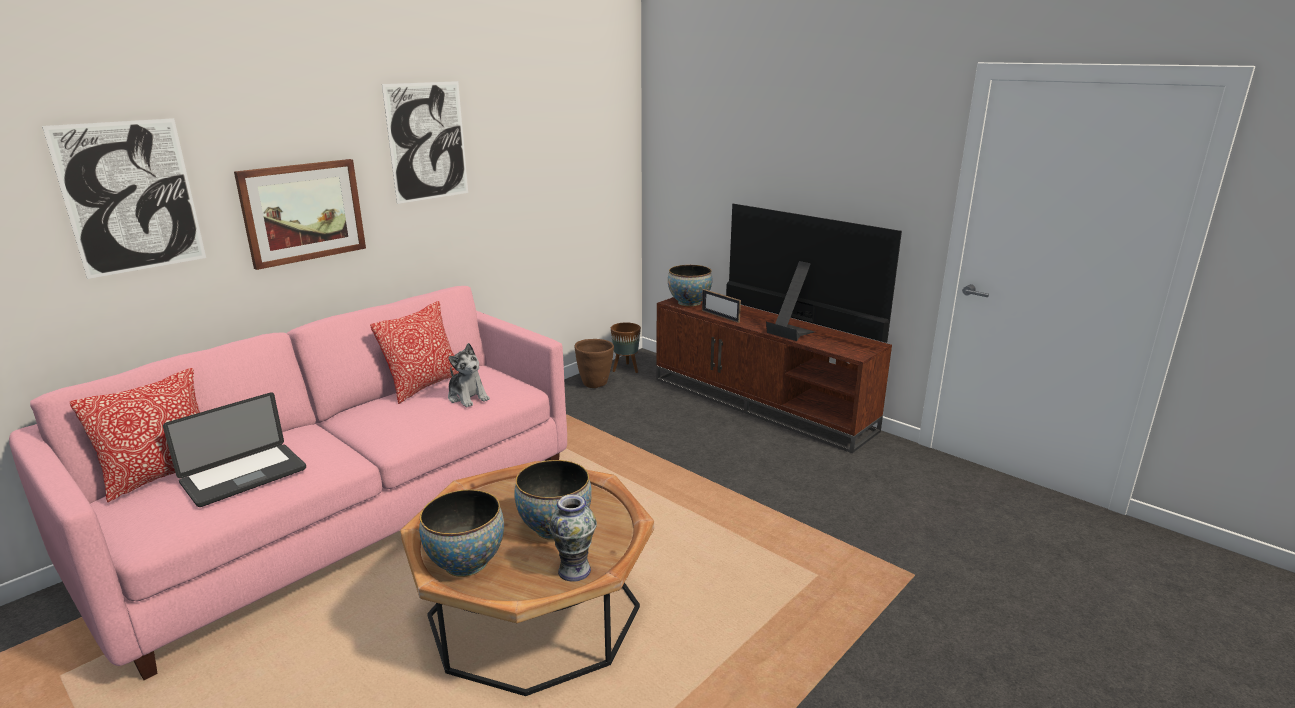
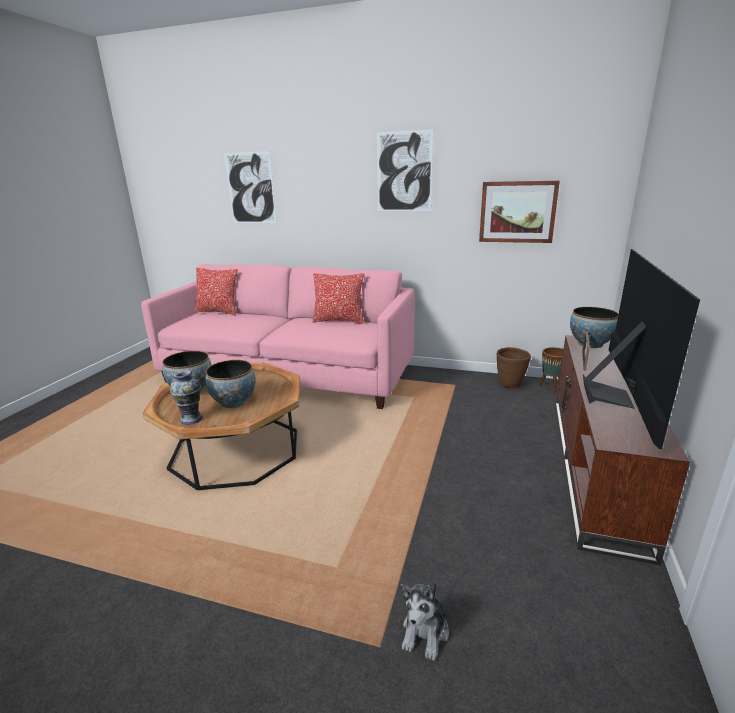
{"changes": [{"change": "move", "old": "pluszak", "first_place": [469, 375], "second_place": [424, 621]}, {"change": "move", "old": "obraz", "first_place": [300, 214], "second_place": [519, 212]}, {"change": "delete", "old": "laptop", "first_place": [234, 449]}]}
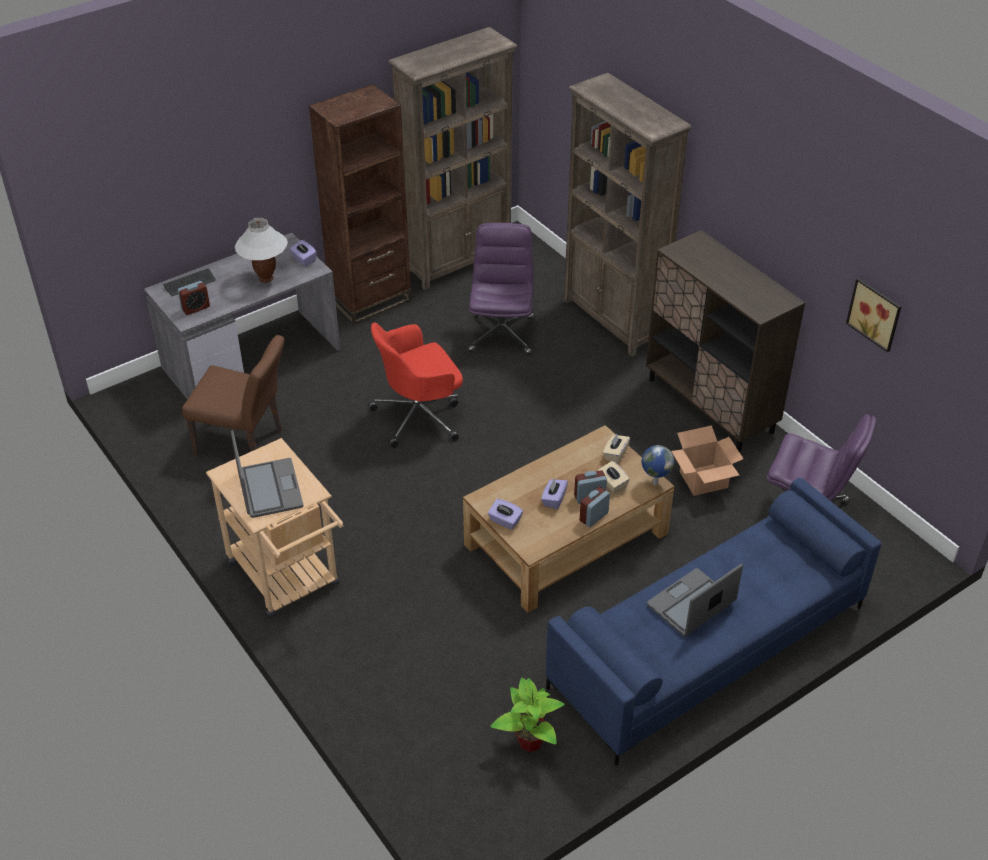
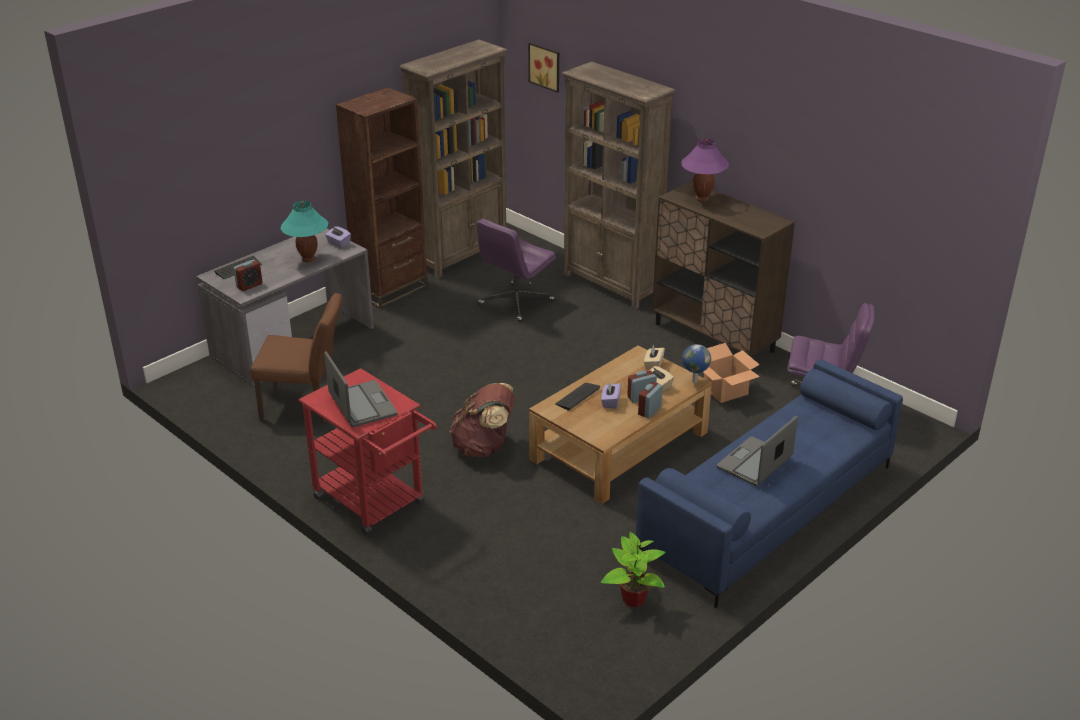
{"changes": [{"change": "recolor", "old": "lampa stołowa (biały)", "new": "lampa stołowa (turkusowy)", "first_place": [261, 250], "second_place": [304, 232]}, {"change": "recolor", "old": "wózek (beżowy)", "new": "wózek (czerwony)", "first_place": [274, 528], "second_place": [367, 451]}, {"change": "insert", "new": "plecak (brązowy)", "second_place": [482, 420]}, {"change": "rotate", "old": "krzesło biurowe (fioletowy)", "first_place": [501, 289], "second_place": [516, 270], "degrees": -135}, {"change": "move", "old": "obraz", "first_place": [874, 315], "second_place": [543, 67]}, {"change": "insert", "new": "klawiatura", "second_place": [577, 396]}, {"change": "insert", "new": "lampa stołowa (fioletowy)", "second_place": [705, 170]}, {"change": "delete", "old": "krzesło biurowe (czerwony)", "first_place": [415, 385]}, {"change": "delete", "old": "pudełko chusteczek (fioletowy)", "first_place": [505, 514]}]}
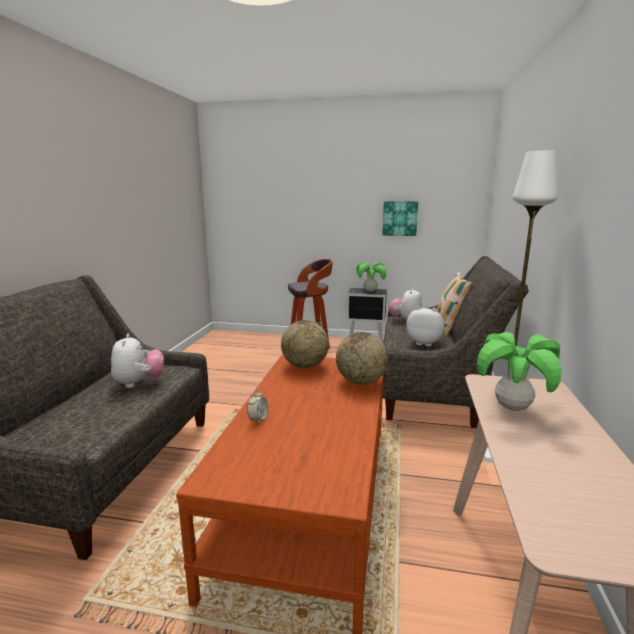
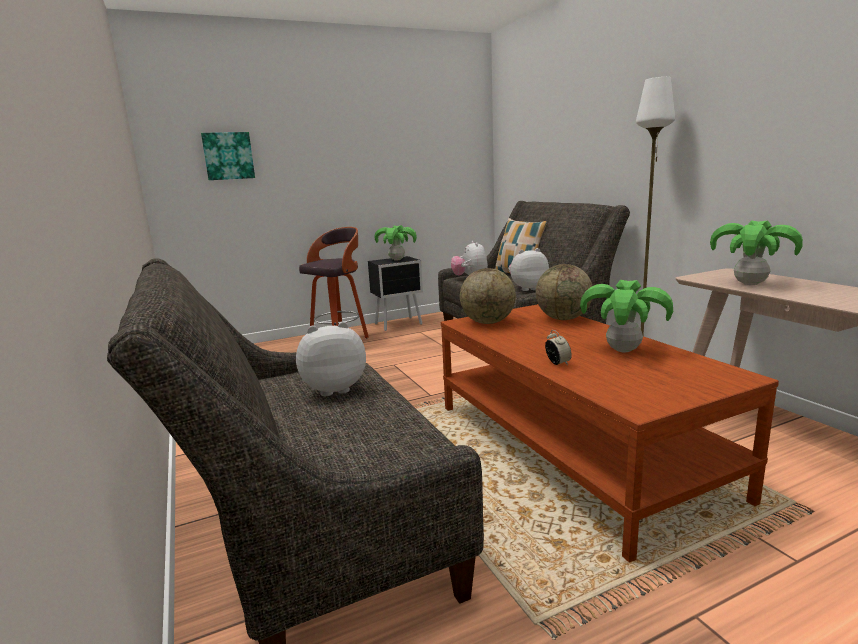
{"changes": [{"change": "move", "old": "obraz", "first_place": [400, 218], "second_place": [228, 156]}, {"change": "rotate", "old": "pluszak", "first_place": [137, 361], "second_place": [331, 359], "degrees": -60}, {"change": "insert", "new": "roślina doniczkowa", "second_place": [626, 316]}]}
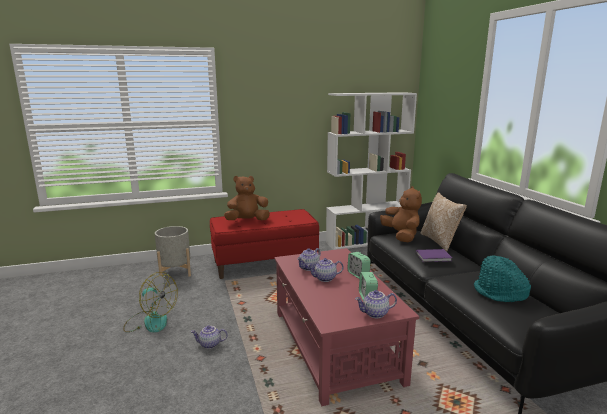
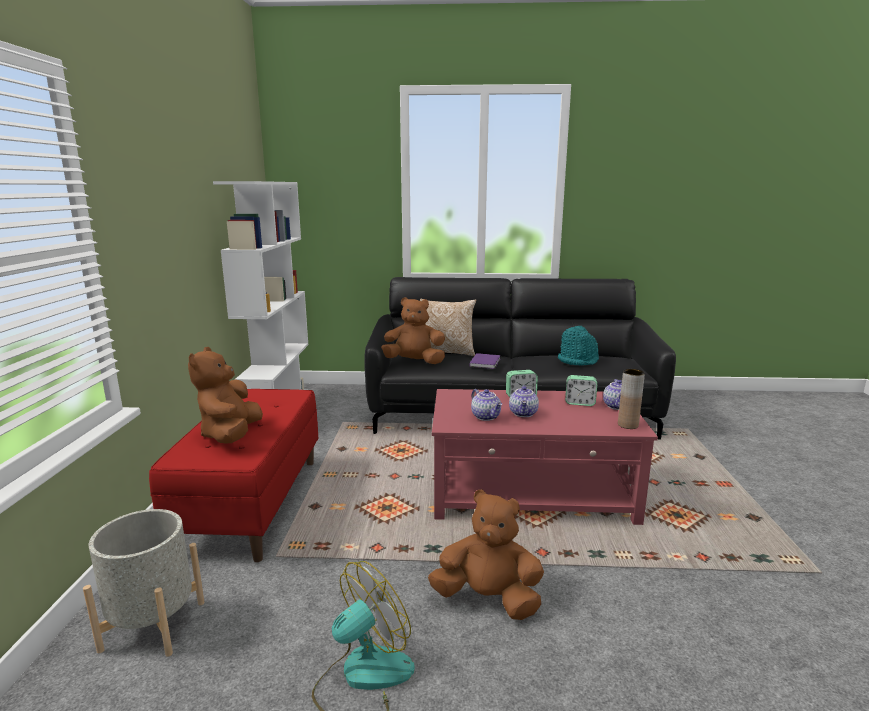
{"changes": [{"change": "replace", "old": "imbryk", "new": "pluszak (brązowy)", "first_place": [209, 337], "second_place": [486, 554]}, {"change": "insert", "new": "wazon (brązowy)", "second_place": [631, 399]}]}
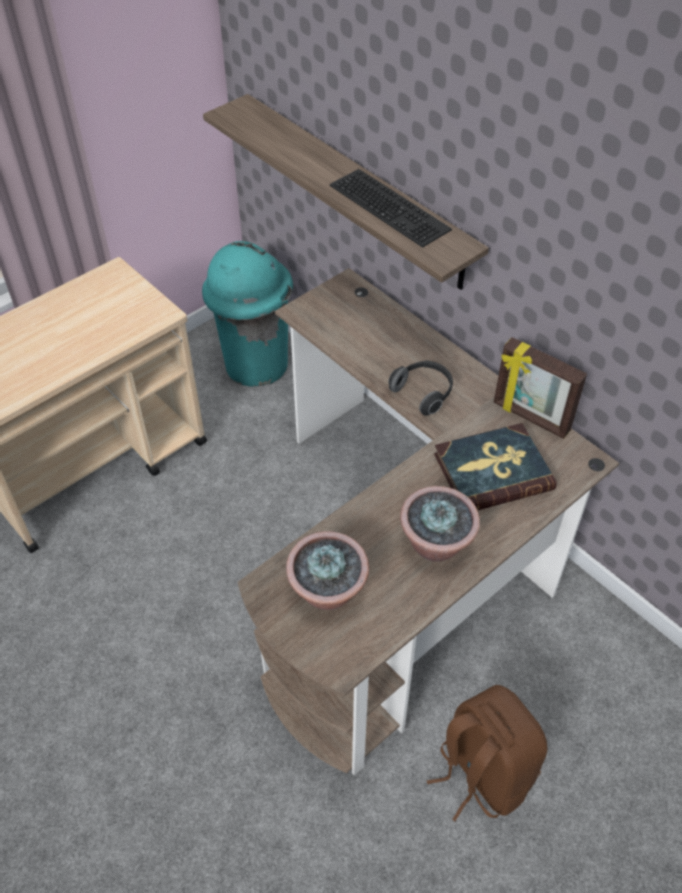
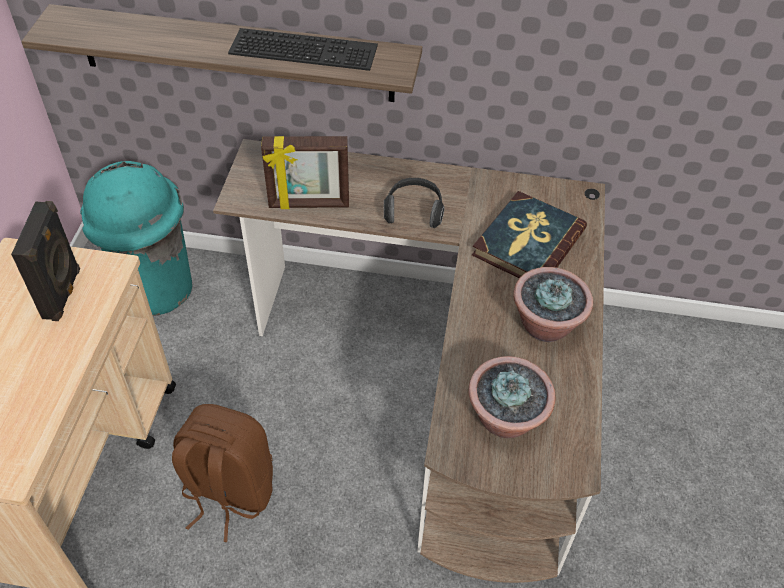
{"changes": [{"change": "insert", "new": "głośnik (czarny)", "second_place": [45, 261]}, {"change": "move", "old": "plecak (brązowy)", "first_place": [487, 753], "second_place": [222, 473]}, {"change": "move", "old": "ramka na zdjęcie", "first_place": [540, 388], "second_place": [305, 172]}]}
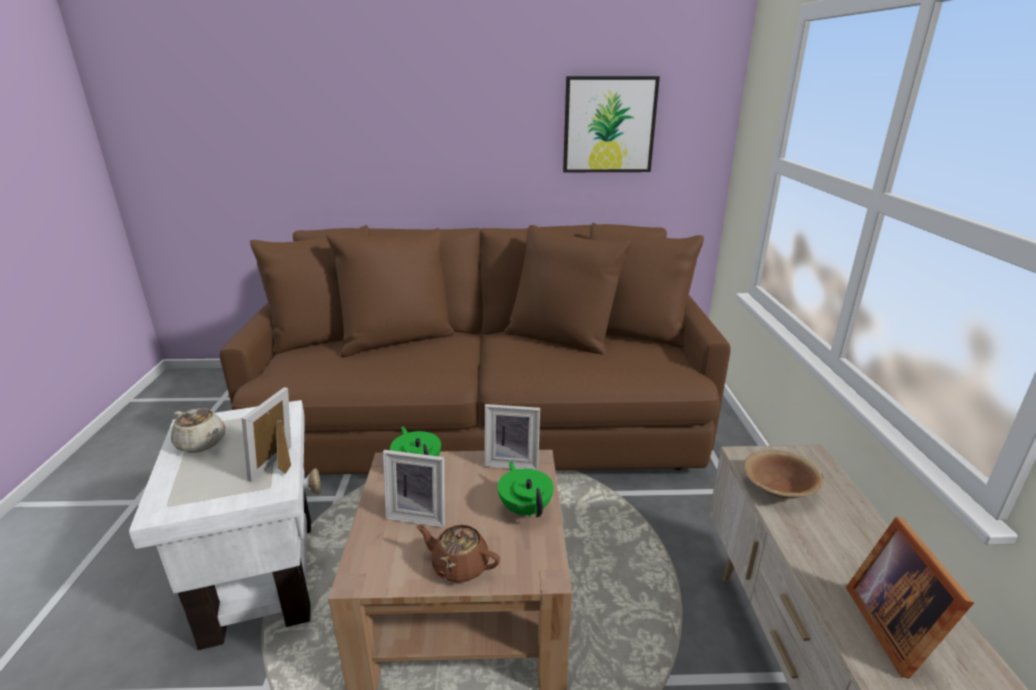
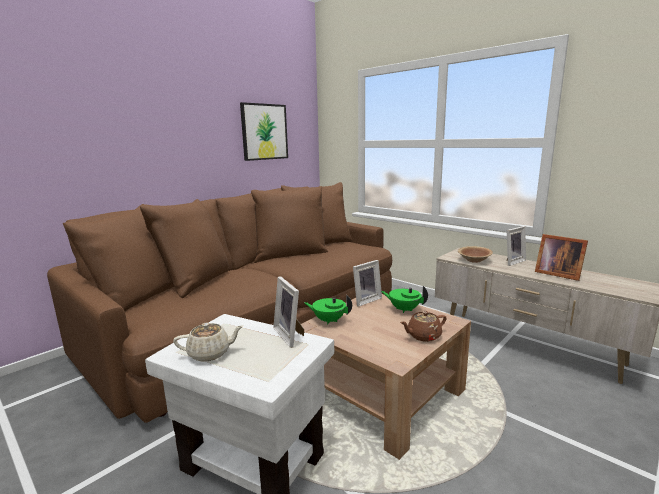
{"changes": [{"change": "move", "old": "ramka na zdjęcie", "first_place": [414, 488], "second_place": [516, 246]}]}
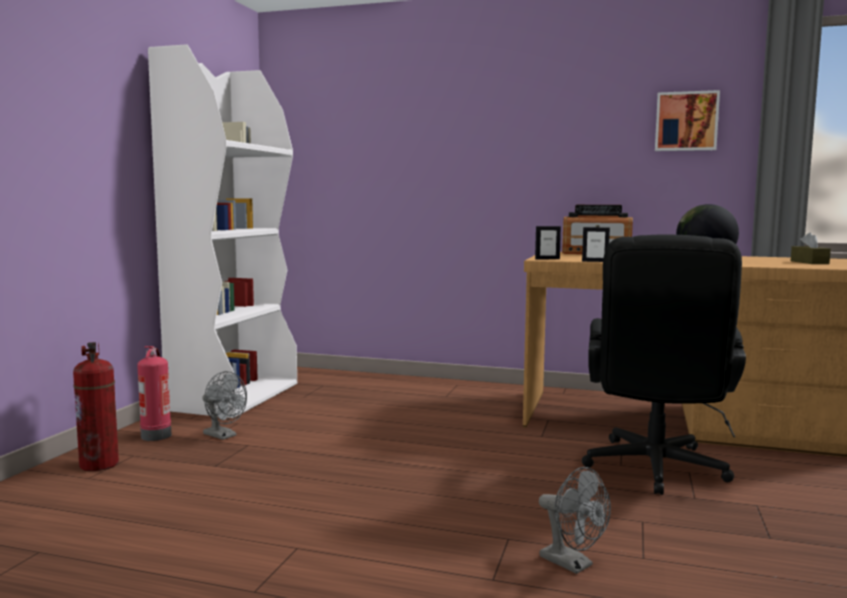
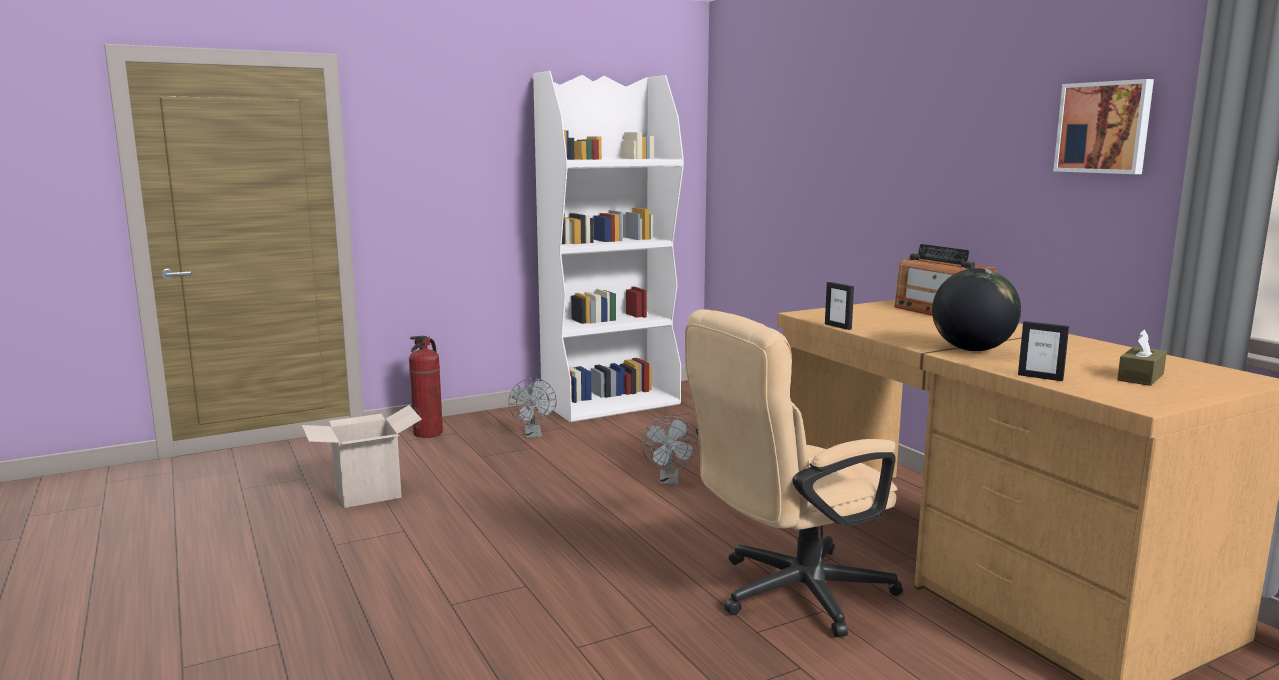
{"changes": [{"change": "insert", "new": "karton", "second_place": [362, 456]}, {"change": "move", "old": "wentylator (szary)", "first_place": [575, 520], "second_place": [669, 450]}, {"change": "recolor", "old": "krzesło biurowe (czarny)", "new": "krzesło biurowe (beżowy)", "first_place": [664, 365], "second_place": [794, 473]}, {"change": "move", "old": "ramka na zdjęcie", "first_place": [548, 243], "second_place": [1043, 351]}, {"change": "delete", "old": "gaśnica", "first_place": [154, 393]}]}
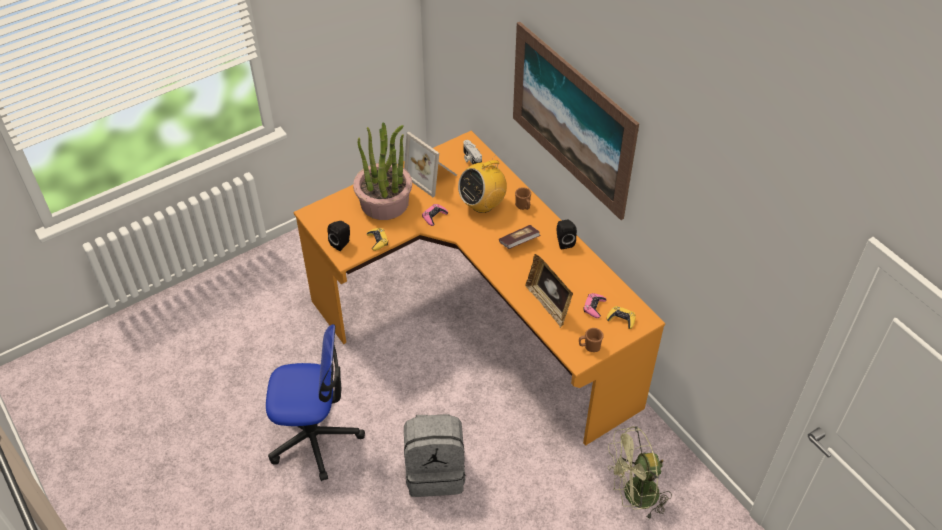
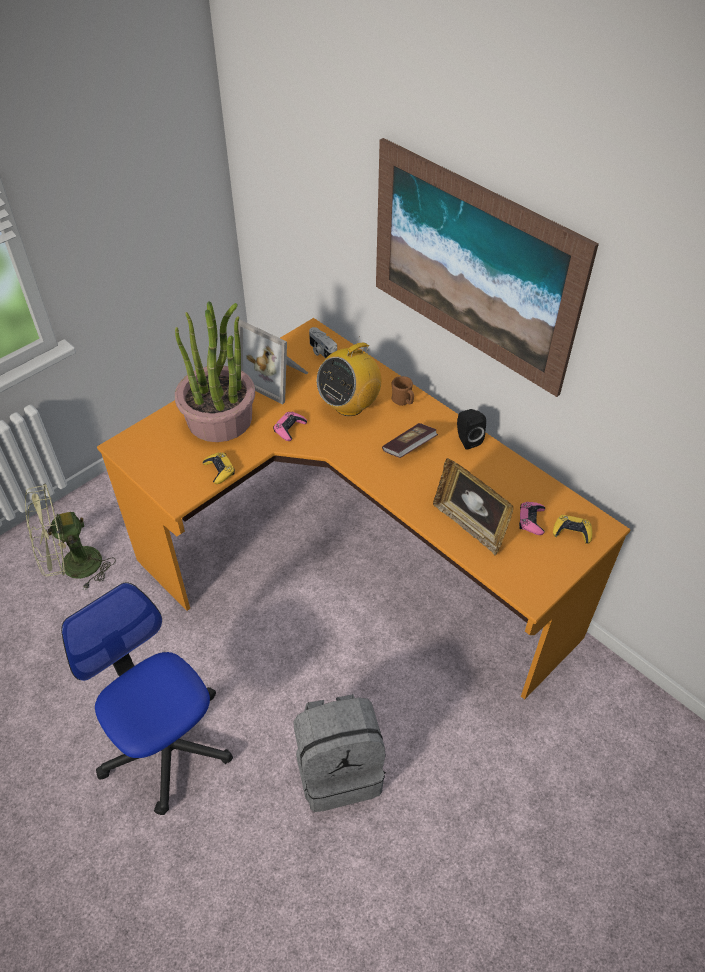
{"changes": [{"change": "move", "old": "wentylator (zielony)", "first_place": [640, 472], "second_place": [70, 537]}, {"change": "rotate", "old": "krzesło biurowe", "first_place": [315, 402], "second_place": [147, 698], "degrees": -120}, {"change": "delete", "old": "głośnik (czarny)", "first_place": [338, 236]}, {"change": "delete", "old": "kubek (brązowy)", "first_place": [591, 340]}]}
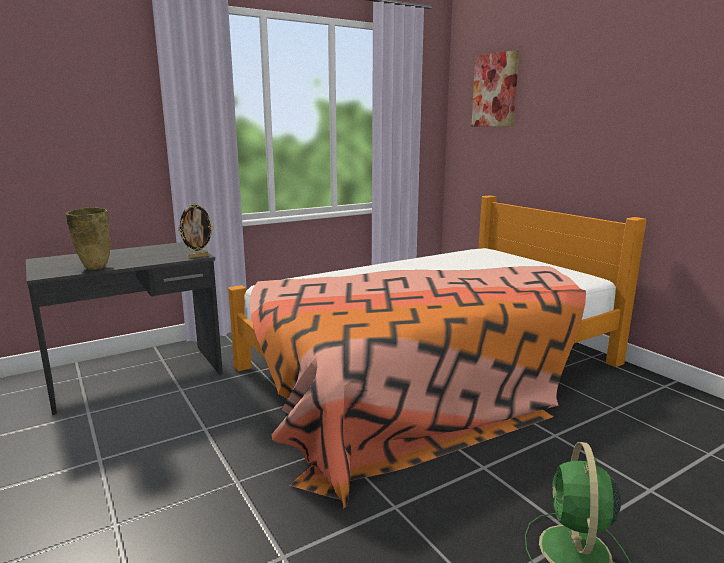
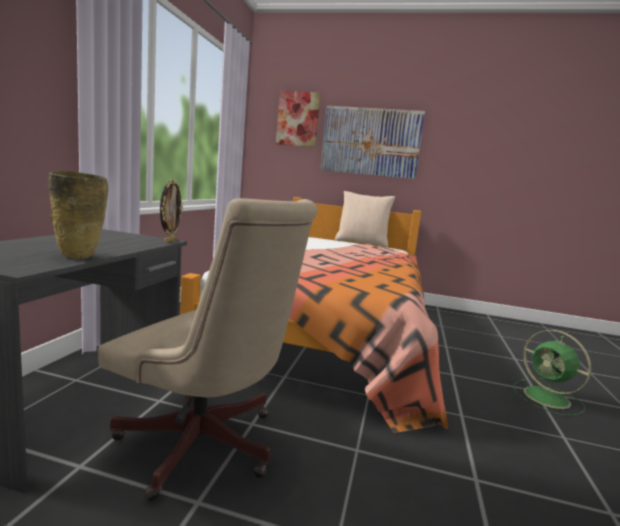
{"changes": [{"change": "insert", "new": "krzesło biurowe (beżowy)", "second_place": [208, 349]}, {"change": "insert", "new": "obraz", "second_place": [372, 142]}, {"change": "insert", "new": "poduszka (beżowy)", "second_place": [365, 219]}]}
